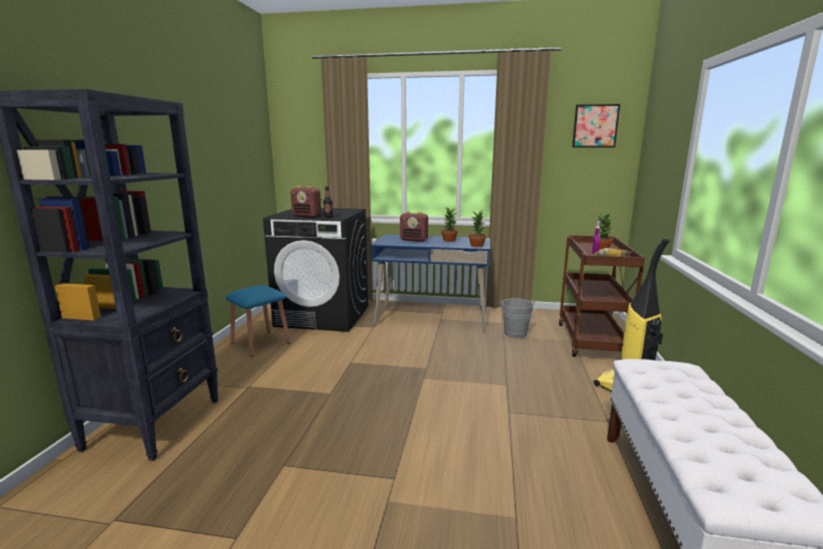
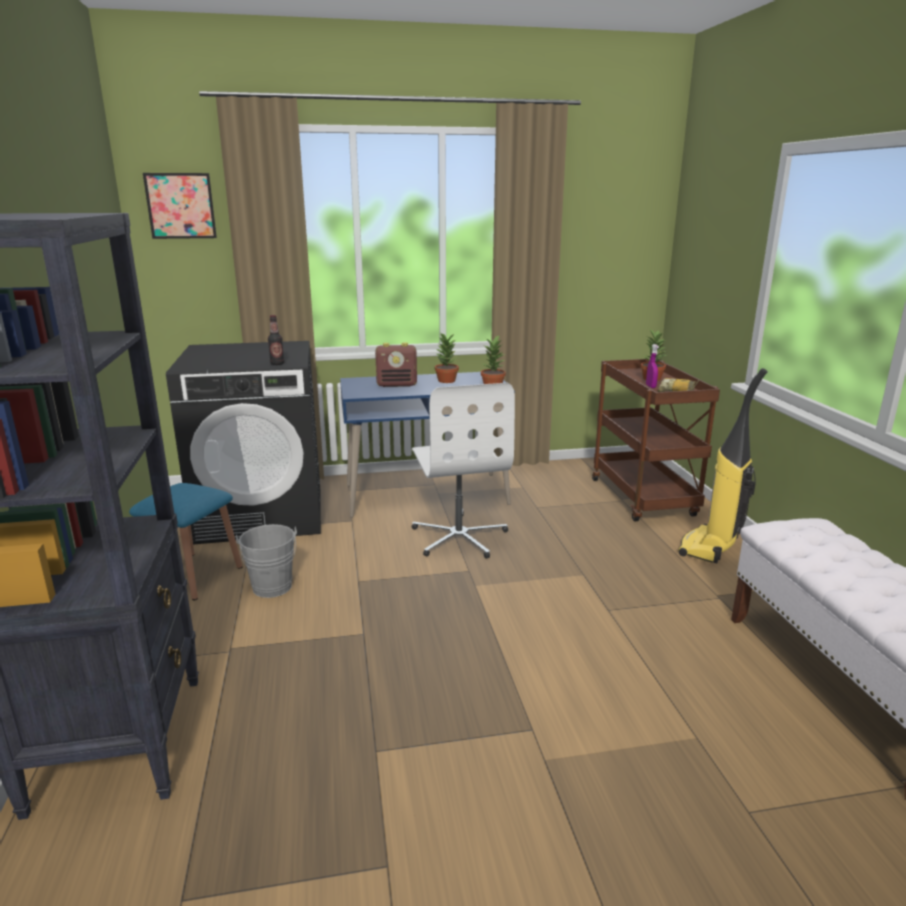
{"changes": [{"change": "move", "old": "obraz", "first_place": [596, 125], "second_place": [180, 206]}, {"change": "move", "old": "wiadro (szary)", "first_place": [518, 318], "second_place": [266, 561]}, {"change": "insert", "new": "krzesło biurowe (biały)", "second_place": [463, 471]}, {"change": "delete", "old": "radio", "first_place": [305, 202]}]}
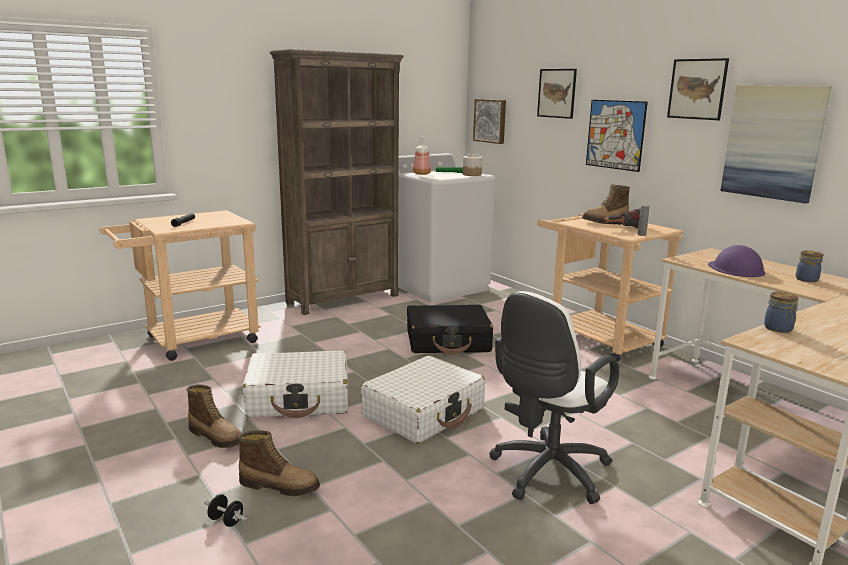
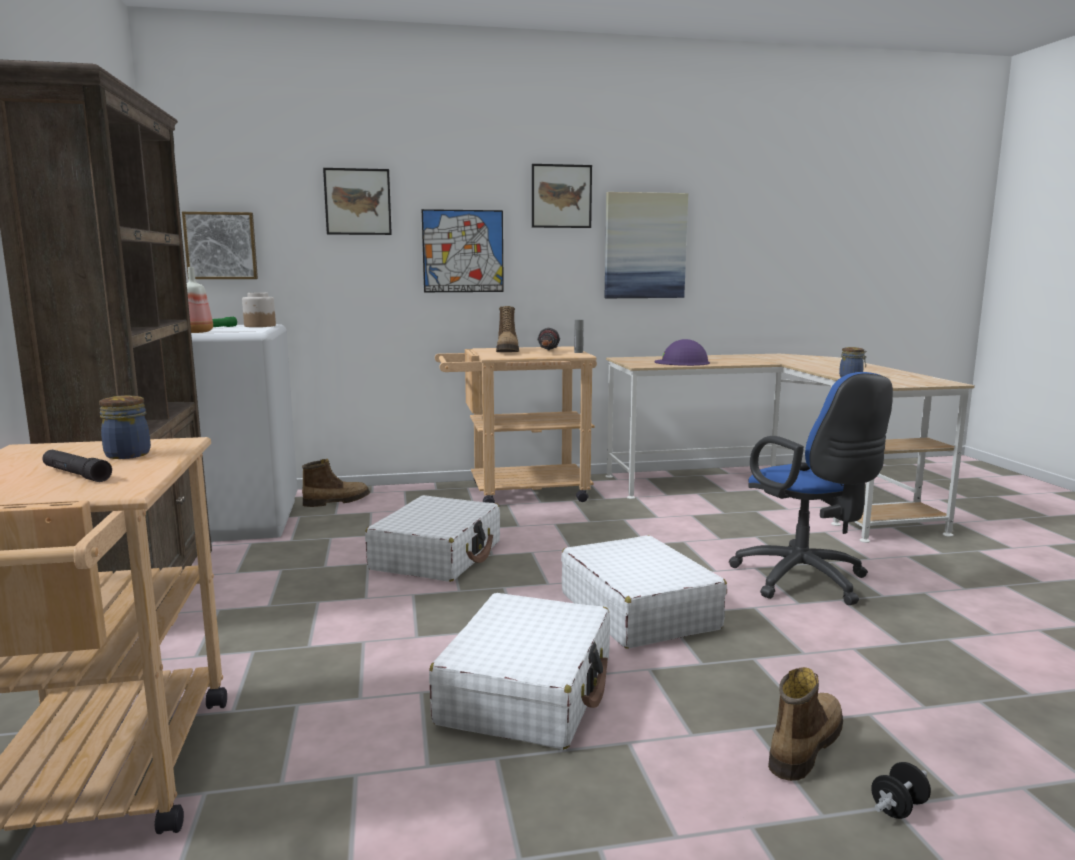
{"changes": [{"change": "move", "old": "słoik", "first_place": [809, 266], "second_place": [125, 427]}, {"change": "move", "old": "but z cholewką", "first_place": [213, 416], "second_place": [336, 483]}, {"change": "recolor", "old": "walizka (czarny)", "new": "walizka (biały)", "first_place": [450, 330], "second_place": [432, 538]}, {"change": "recolor", "old": "krzesło biurowe (biały)", "new": "krzesło biurowe (niebieski)", "first_place": [554, 397], "second_place": [811, 488]}]}
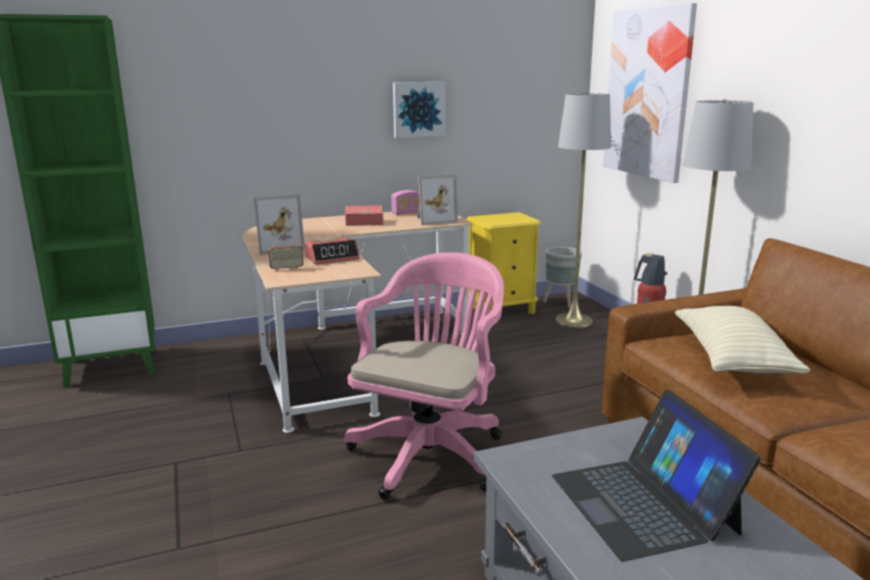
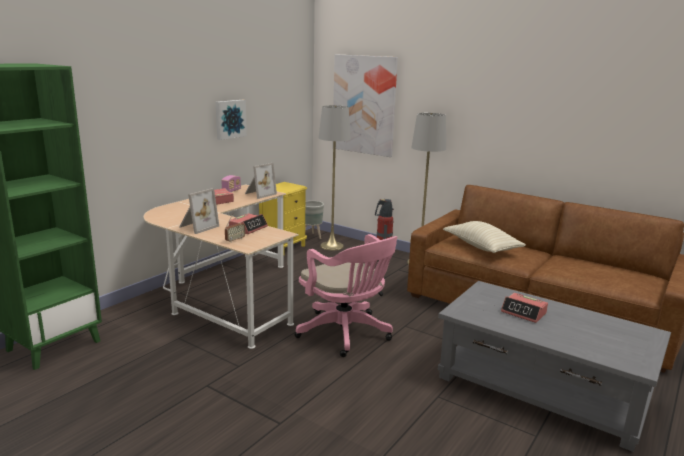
{"changes": [{"change": "rotate", "old": "krzesło biurowe (różowy)", "first_place": [424, 375], "second_place": [346, 295], "degrees": 150}, {"change": "replace", "old": "laptop", "new": "budzik", "first_place": [656, 475], "second_place": [524, 308]}]}
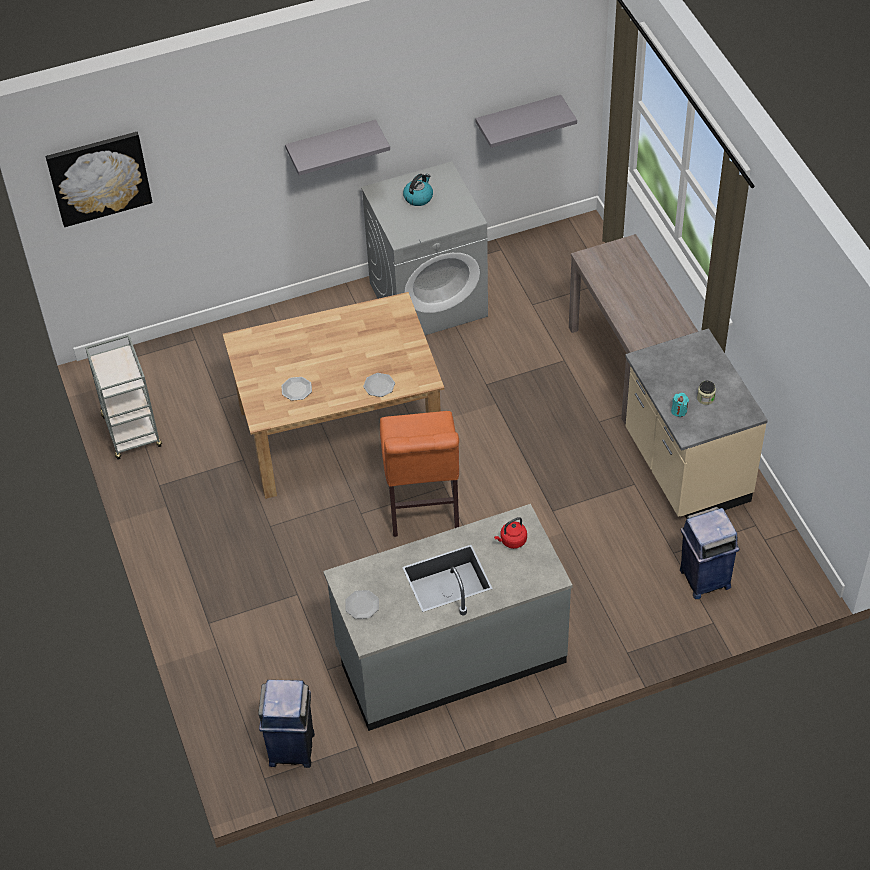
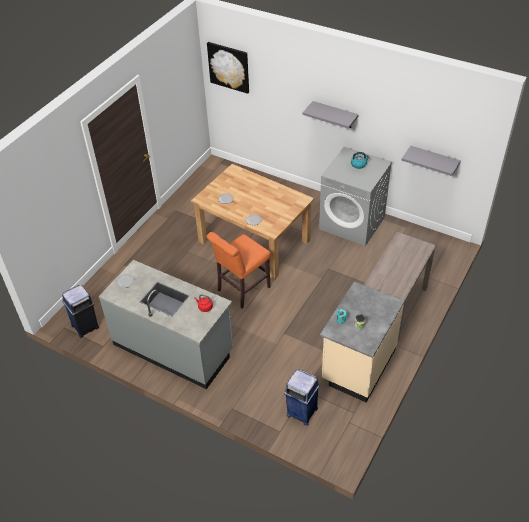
{"changes": [{"change": "delete", "old": "wózek (szary)", "first_place": [123, 397]}]}
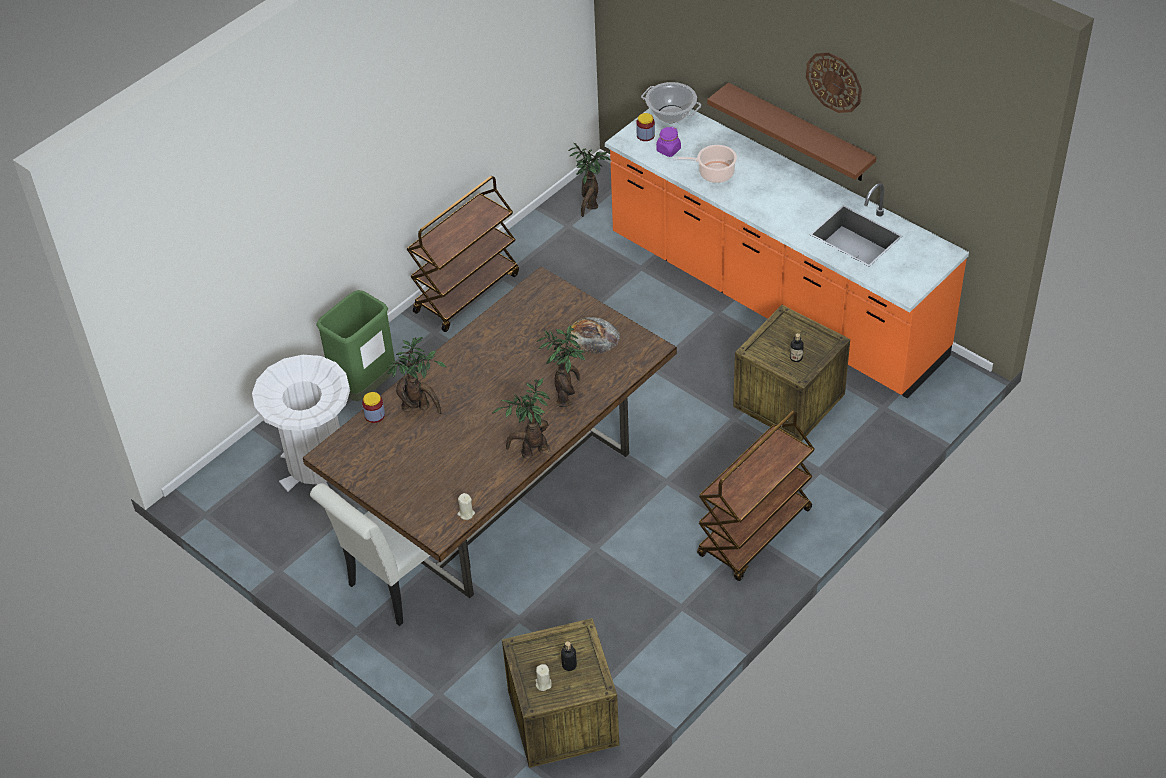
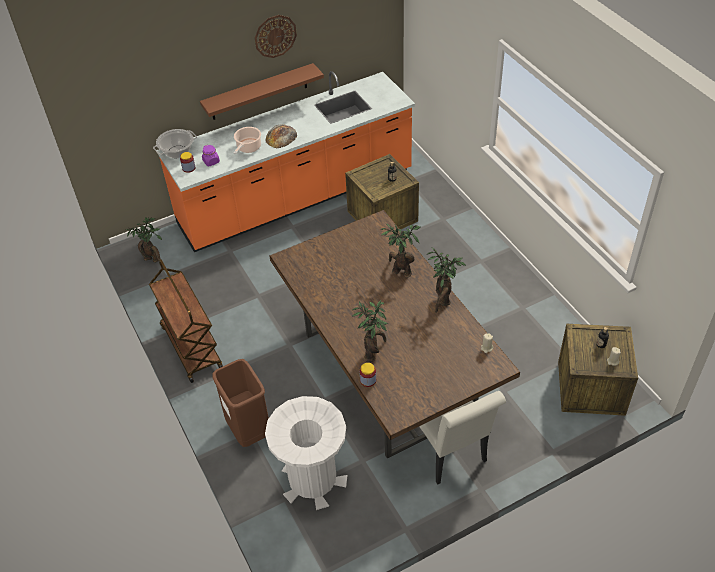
{"changes": [{"change": "recolor", "old": "kosz na śmieci (zielony)", "new": "kosz na śmieci (brązowy)", "first_place": [356, 345], "second_place": [240, 403]}, {"change": "move", "old": "chleb", "first_place": [592, 335], "second_place": [281, 136]}, {"change": "delete", "old": "wózek (brązowy)", "first_place": [755, 495]}]}
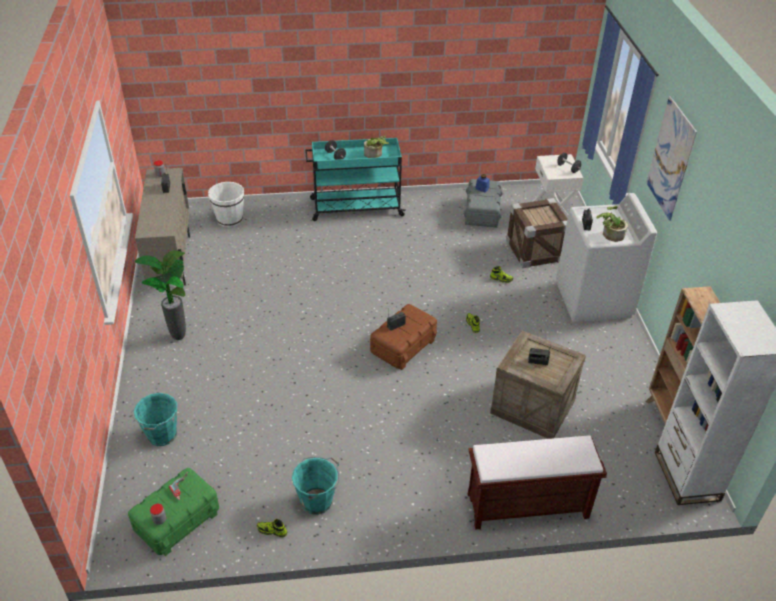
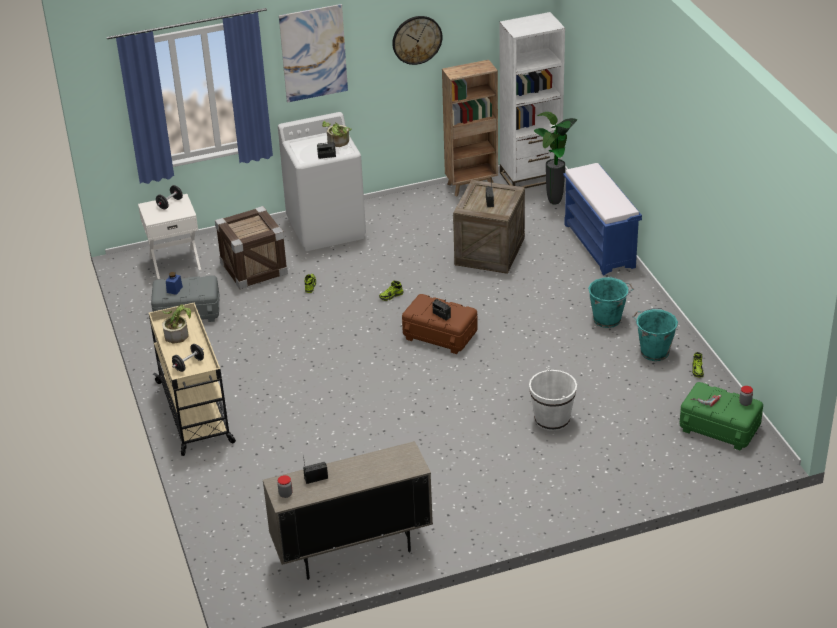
{"changes": [{"change": "recolor", "old": "wózek (turkusowy)", "new": "wózek (beżowy)", "first_place": [355, 179], "second_place": [192, 379]}, {"change": "insert", "new": "zegar ścienny", "second_place": [417, 40]}, {"change": "move", "old": "wiadro (biały)", "first_place": [226, 204], "second_place": [553, 399]}, {"change": "move", "old": "roślina doniczkowa", "first_place": [160, 295], "second_place": [555, 158]}, {"change": "recolor", "old": "ławka (brązowy)", "new": "ławka (niebieski)", "first_place": [537, 482], "second_place": [602, 219]}, {"change": "move", "old": "wiadro (turkusowy)", "first_place": [154, 419], "second_place": [610, 302]}]}
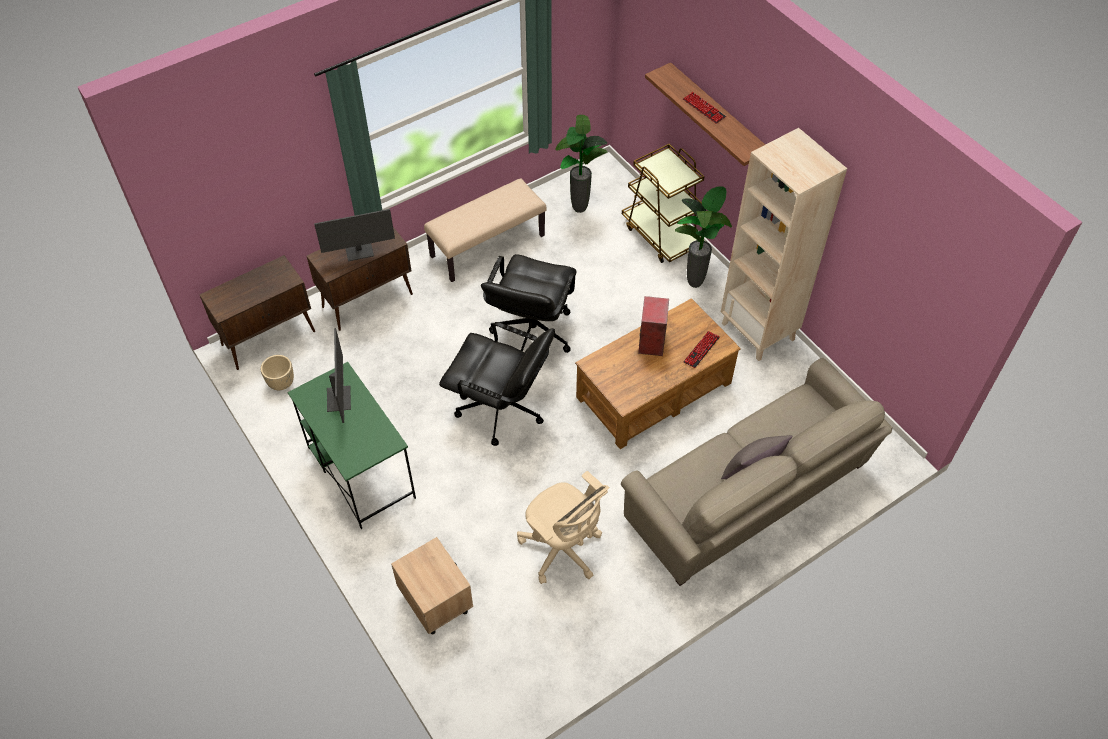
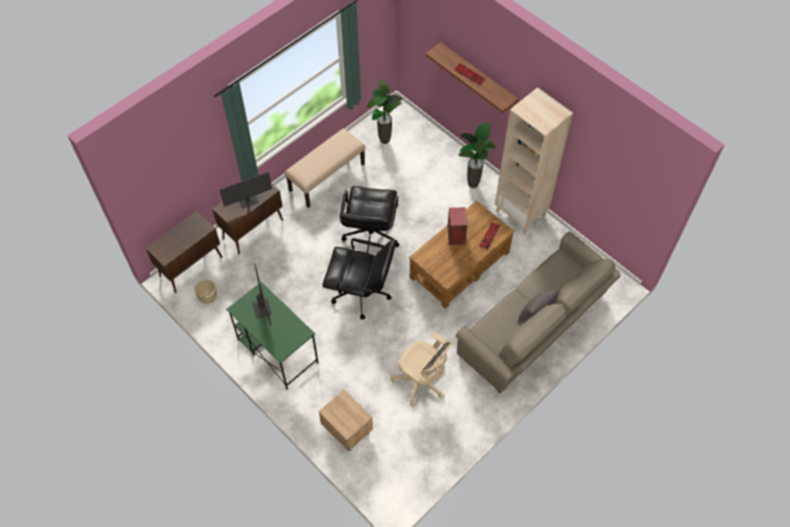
{"changes": [{"change": "delete", "old": "wózek (brązowy)", "first_place": [663, 203]}]}
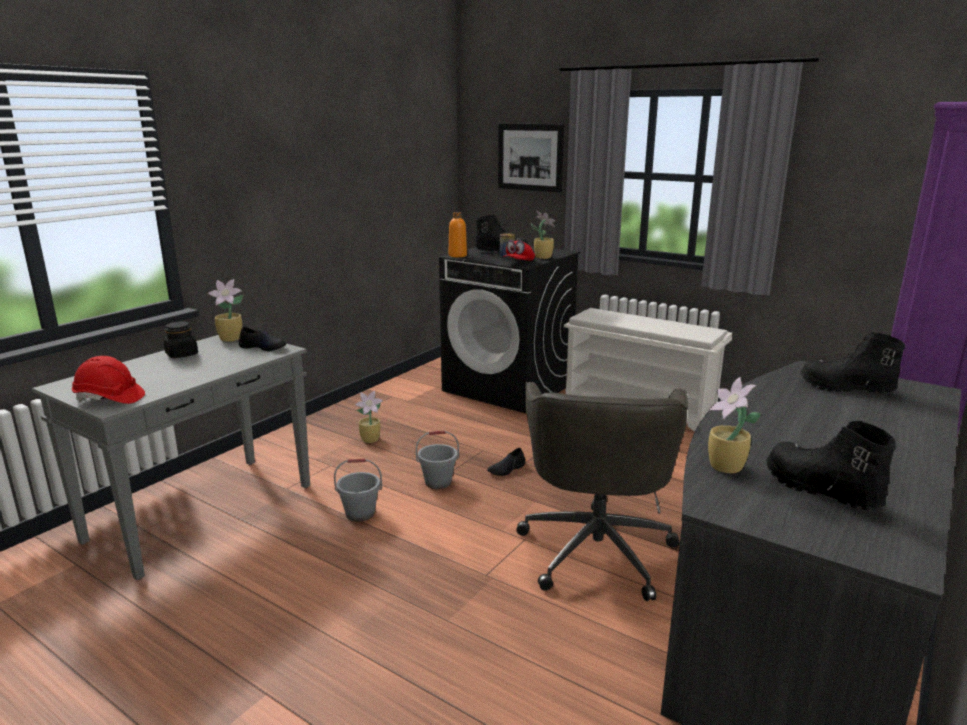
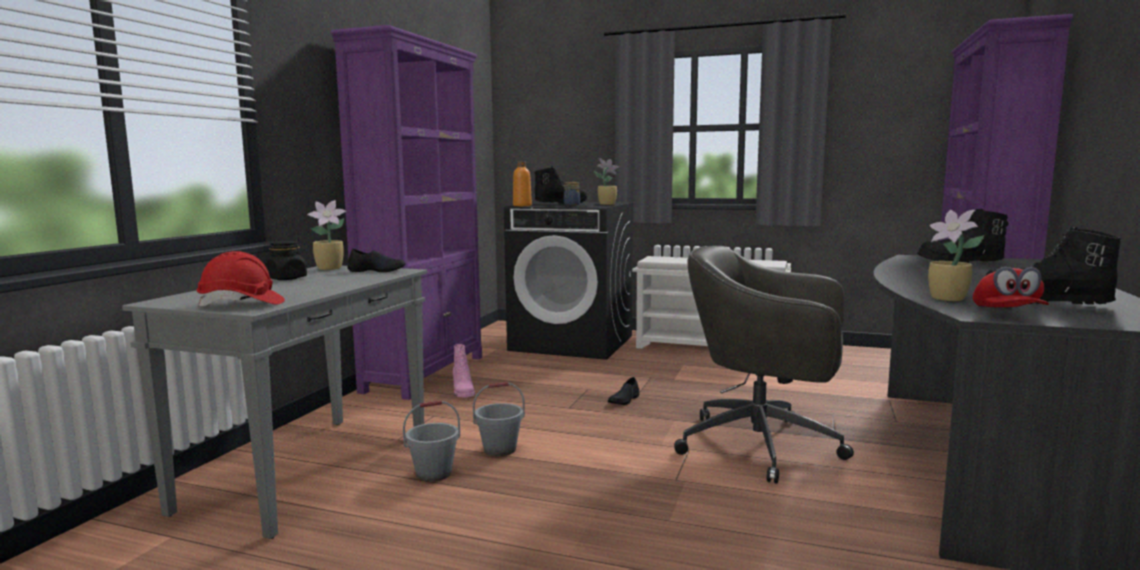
{"changes": [{"change": "insert", "new": "regał (fioletowy)", "second_place": [406, 212]}, {"change": "move", "old": "wiadro (szary)", "first_place": [437, 460], "second_place": [431, 441]}, {"change": "replace", "old": "roślina doniczkowa", "new": "but z cholewką (różowy)", "first_place": [369, 417], "second_place": [464, 370]}, {"change": "rotate", "old": "krzesło biurowe (szary)", "first_place": [602, 491], "second_place": [764, 365], "degrees": 120}, {"change": "move", "old": "czapka z daszkiem (czerwony)", "first_place": [519, 250], "second_place": [1011, 287]}, {"change": "delete", "old": "obraz", "first_place": [531, 158]}]}
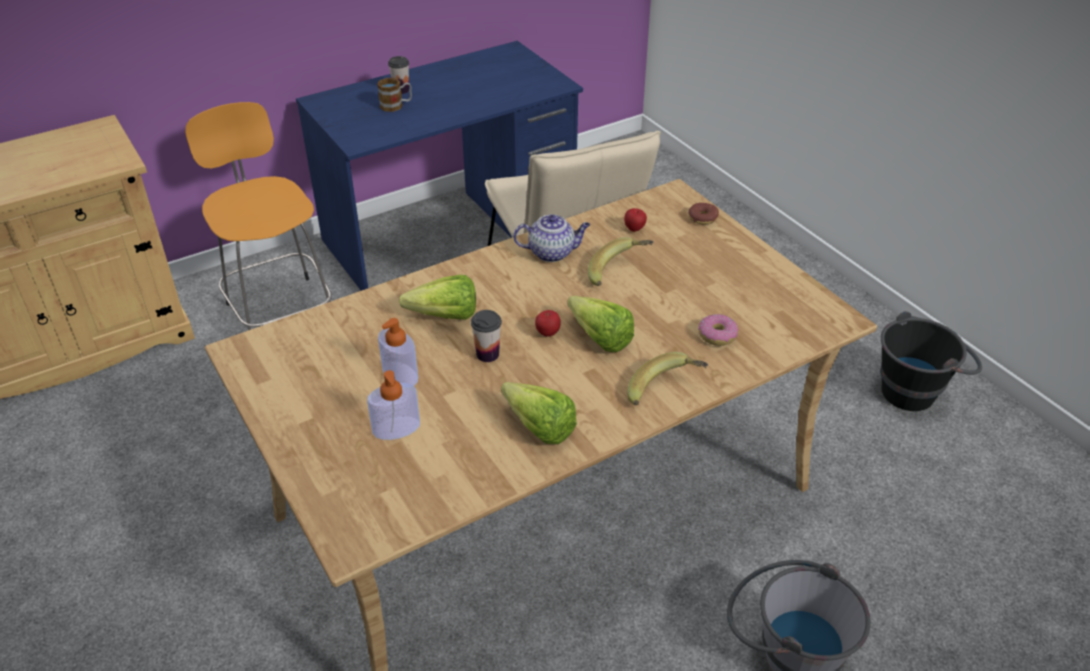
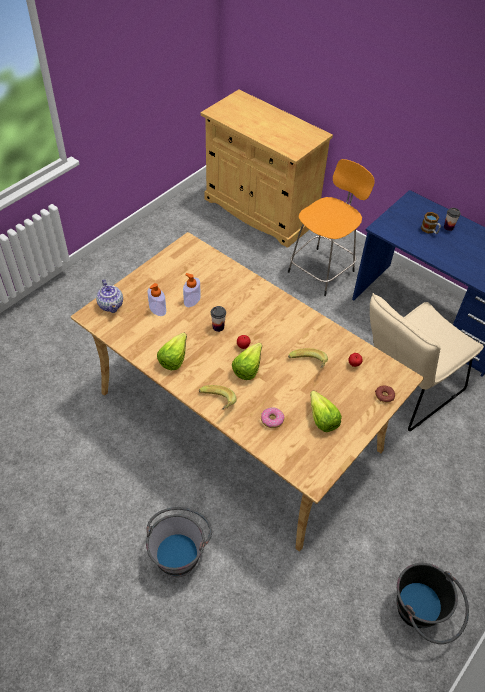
{"changes": [{"change": "move", "old": "imbryk", "first_place": [551, 238], "second_place": [109, 296]}, {"change": "move", "old": "sałata", "first_place": [437, 297], "second_place": [326, 411]}]}
